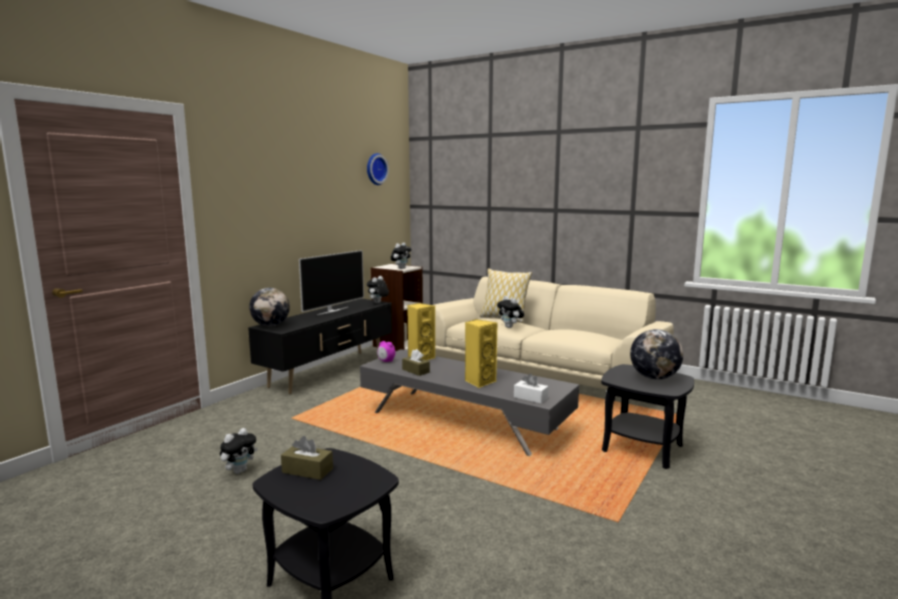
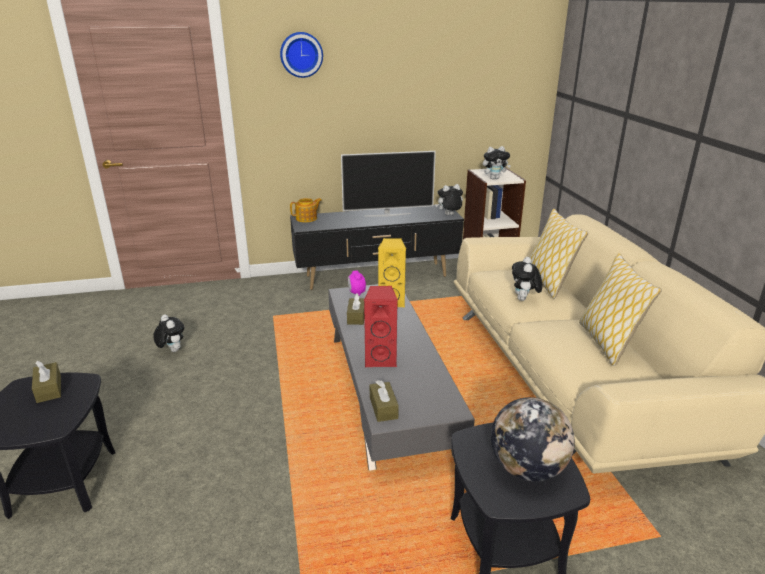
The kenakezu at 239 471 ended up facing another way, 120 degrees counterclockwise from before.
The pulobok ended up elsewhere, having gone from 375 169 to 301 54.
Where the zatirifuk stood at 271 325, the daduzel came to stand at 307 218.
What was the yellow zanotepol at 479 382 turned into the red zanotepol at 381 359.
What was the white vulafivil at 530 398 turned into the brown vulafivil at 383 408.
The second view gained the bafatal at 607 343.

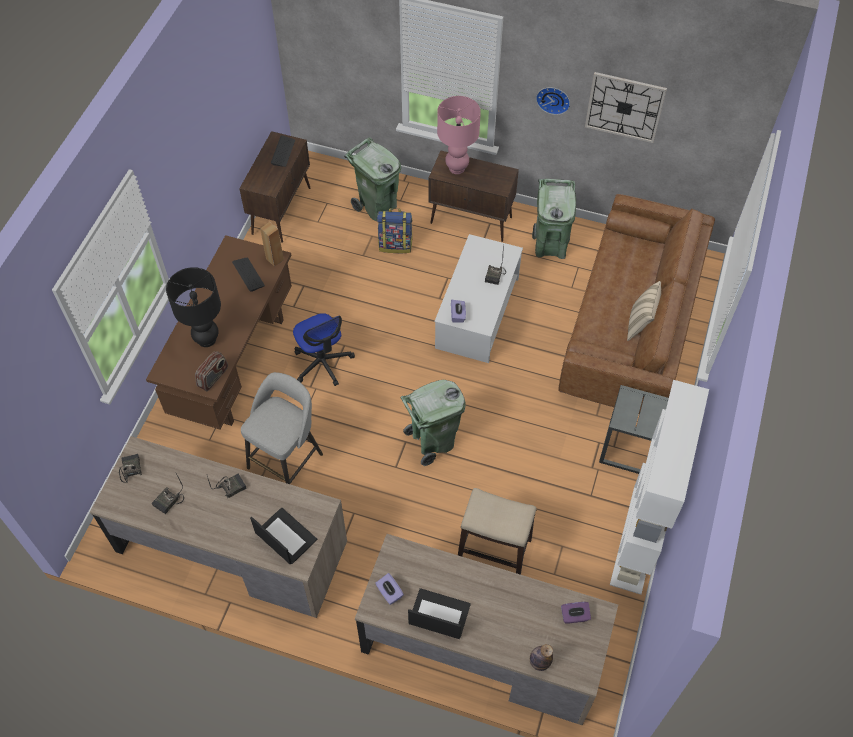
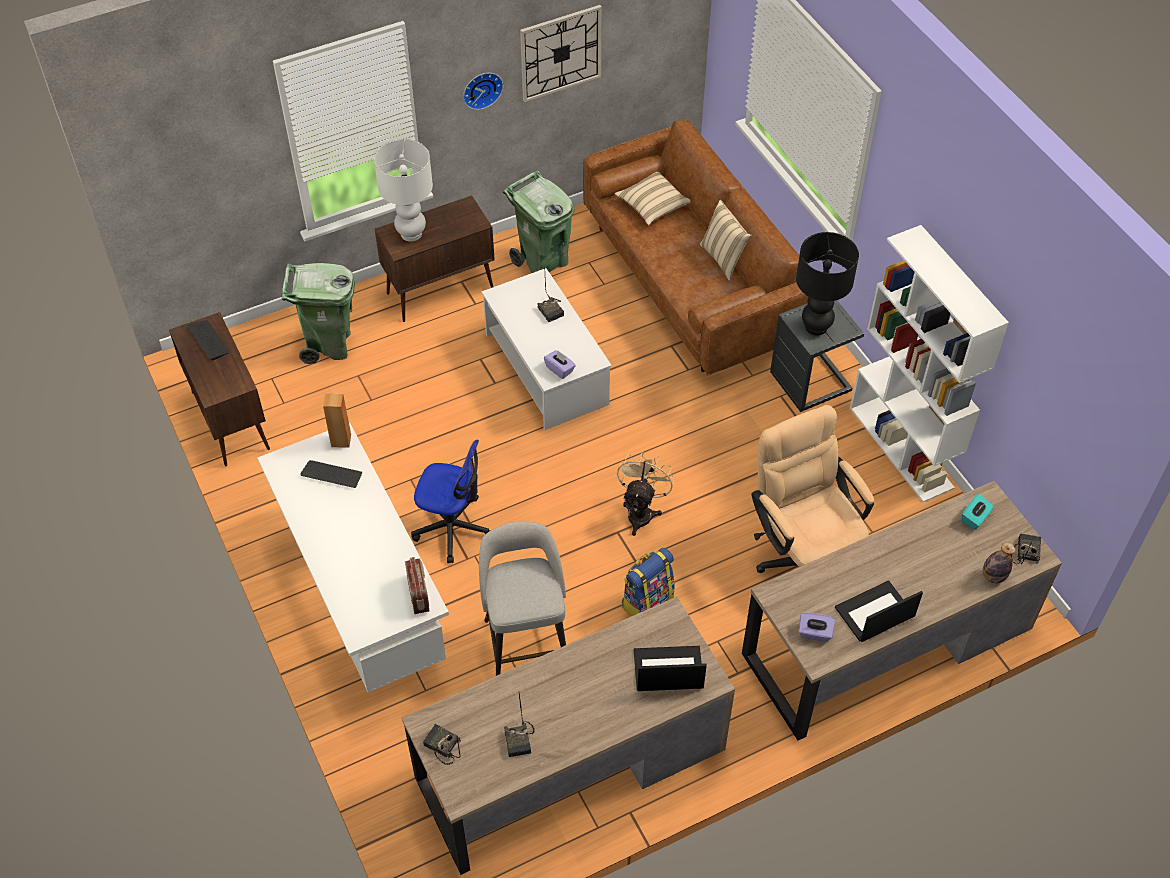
What was the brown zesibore at 234 364 turned into the white zesibore at 362 600.
What was the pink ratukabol at 457 168 turned into the white ratukabol at 411 233.
The second view gained the beige bafatal at 652 206.
Where the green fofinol stood at 432 441, the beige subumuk came to stand at 641 511.
The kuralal ended up elsewhere, having gone from 395 244 to 647 601.
Where the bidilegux stood at 495 550, the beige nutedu came to stand at 803 555.
The black ratukabol ended up elsewhere, having gone from 206 339 to 815 327.
What was the purple vulafivil at 574 616 turned into the turquoise vulafivil at 975 518.
The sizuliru ended up elsewhere, having gone from 231 486 to 1025 551.

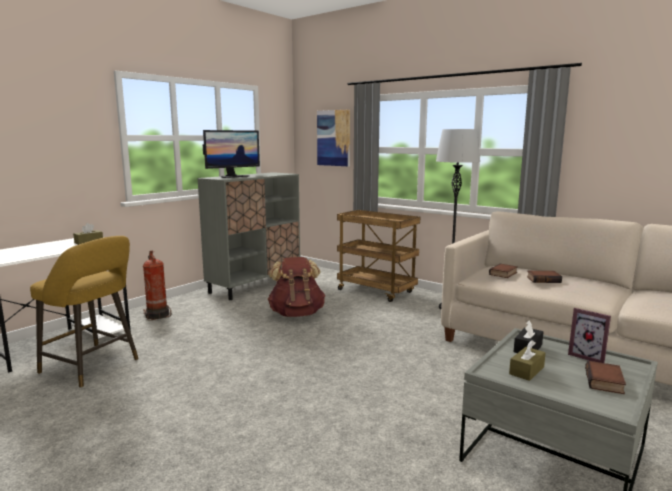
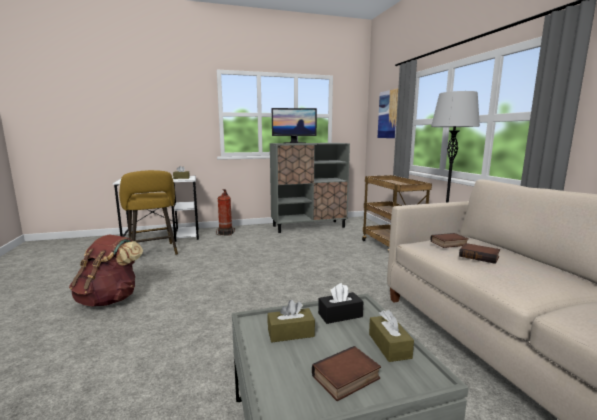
The brown kuralal ended up elsewhere, having gone from 296 314 to 110 299.
Where the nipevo stood at 588 356, the brown vulafivil came to stand at 389 346.

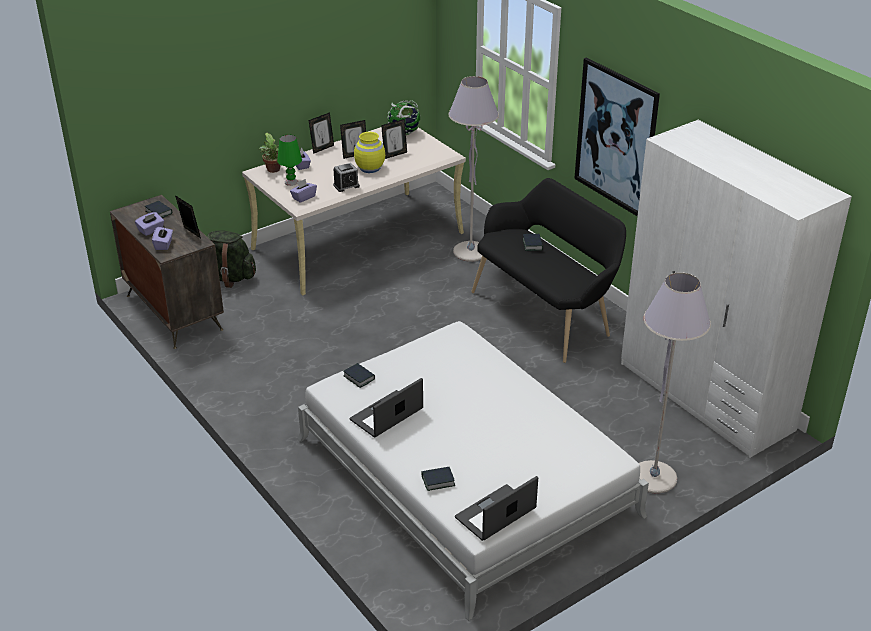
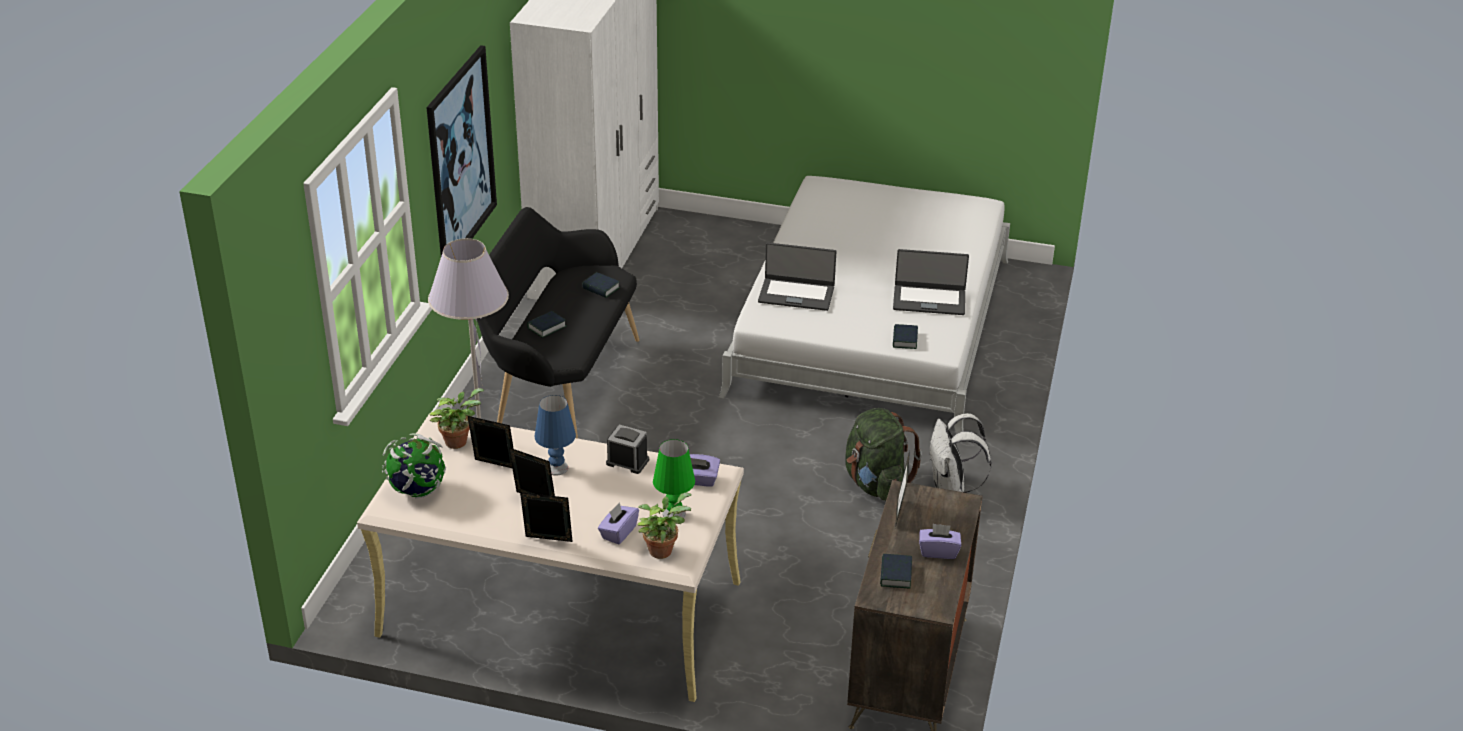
The second view gained the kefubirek at 458 440.
Where the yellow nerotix stood at 370 168, the blue ratukabol came to stand at 557 468.
The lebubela ended up elsewhere, having gone from 438 481 to 601 288.
The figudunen ended up elsewhere, having gone from 496 514 to 796 294.
The green kuralal ended up elsewhere, having gone from 228 278 to 876 483.
The second view gained the white kuralal at 951 488.
The second view lost the purple vulafivil at 164 244.
The second view lost the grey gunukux at 653 478.

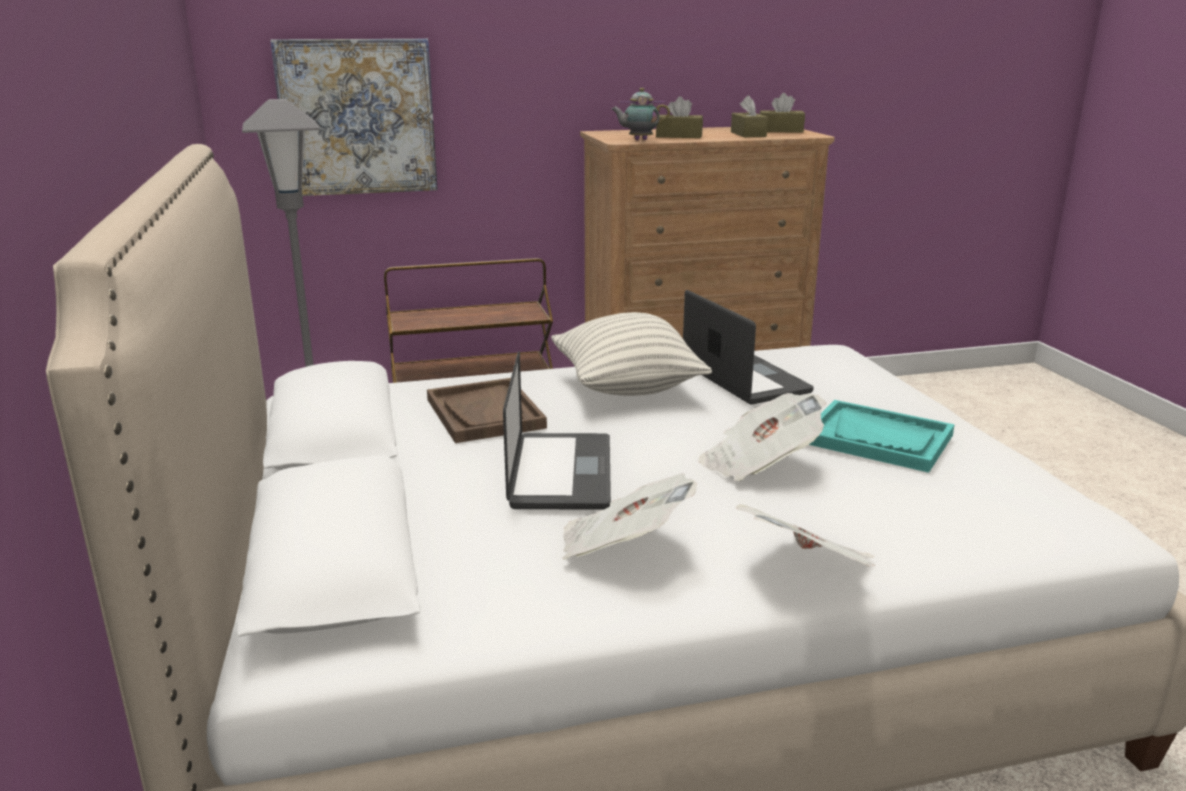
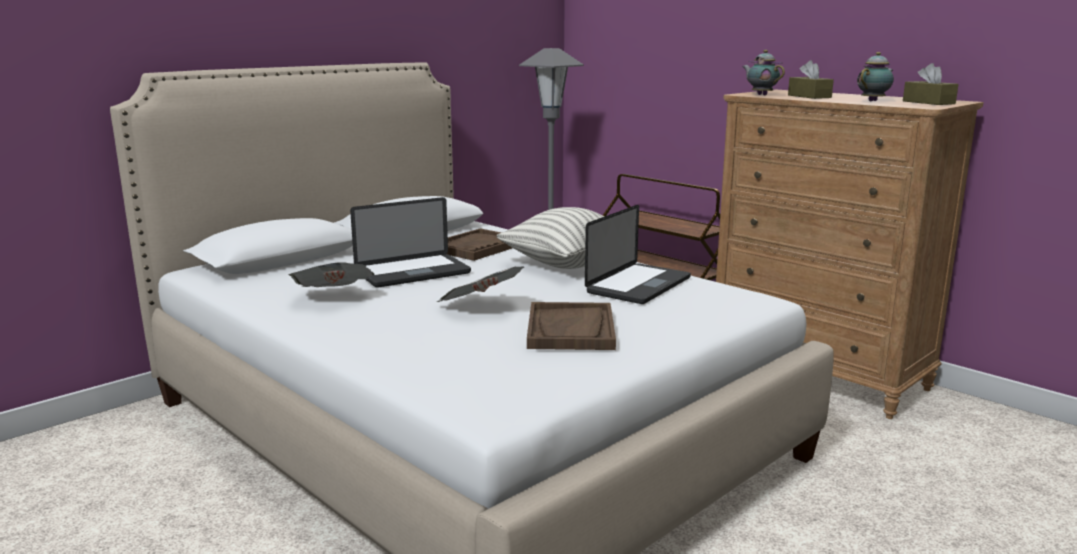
What was the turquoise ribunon at 878 439 turned into the brown ribunon at 571 329.
Where the brown vulafivil stood at 748 134, the daduzel came to stand at 874 101.
The second view lost the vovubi at 357 117.
The second view lost the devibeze at 808 570.

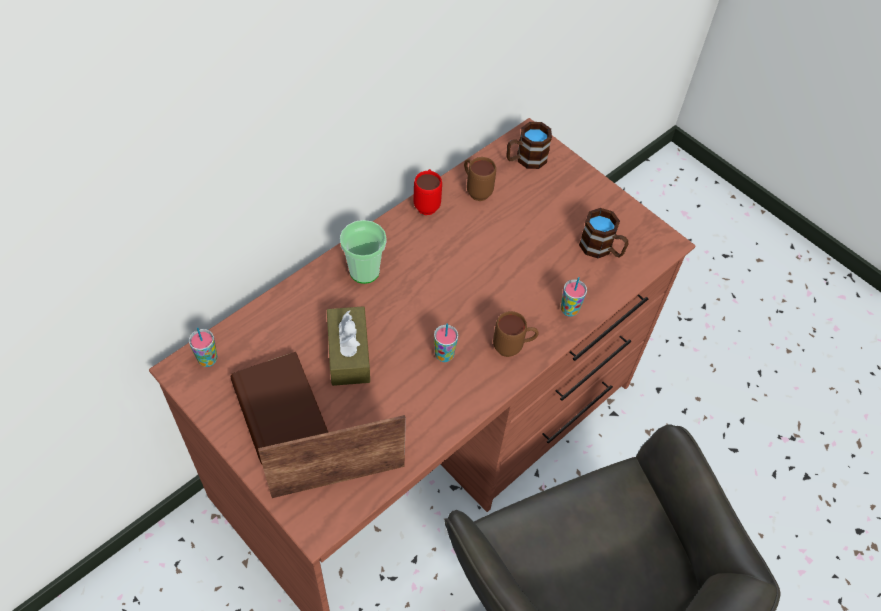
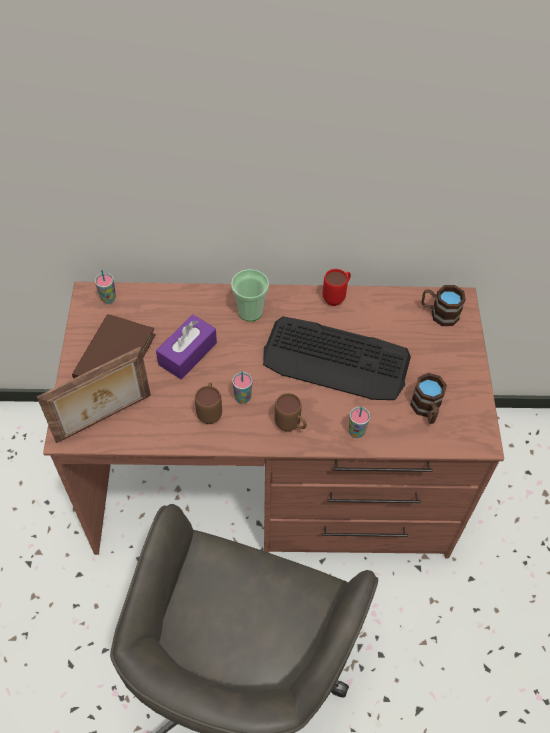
The nipevo at 338 478 ended up facing another way, 120 degrees clockwise from before.
What was the brown vulafivil at 349 353 turned into the purple vulafivil at 187 353.
The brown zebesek ended up elsewhere, having gone from 475 190 to 210 412.
The second view gained the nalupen at 336 360.

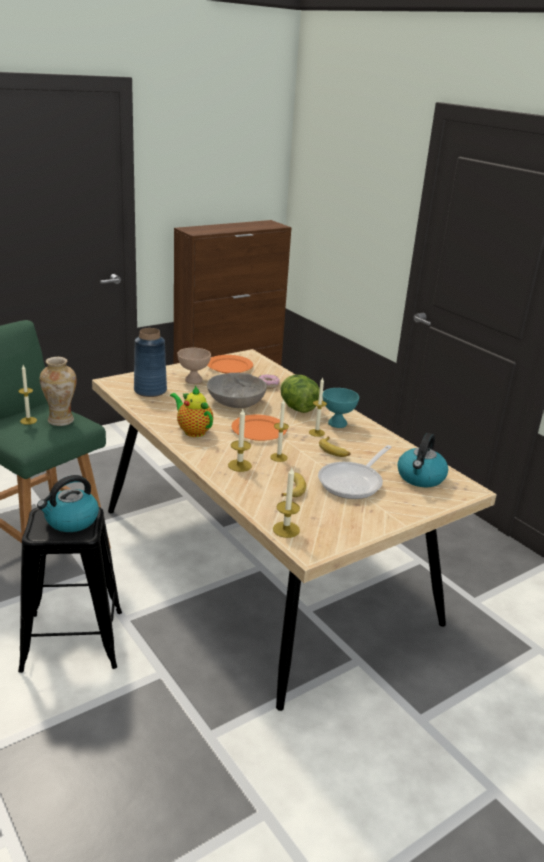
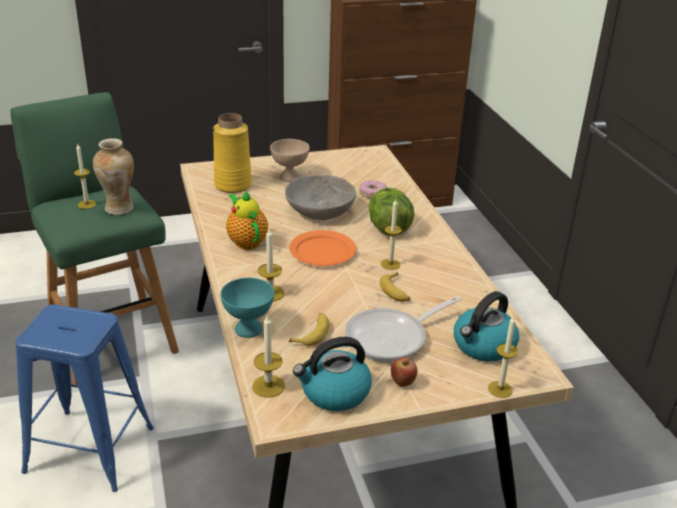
What was the black bidilegux at 73 640 turned into the blue bidilegux at 90 449.
What was the blue nerotix at 150 390 turned into the yellow nerotix at 233 185.
The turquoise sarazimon ended up elsewhere, having gone from 338 423 to 249 329.
The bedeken ended up elsewhere, having gone from 71 521 to 334 393.
The second view gained the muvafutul at 403 383.
The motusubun ended up elsewhere, having gone from 278 457 to 500 389.
The second view lost the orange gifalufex at 230 366.

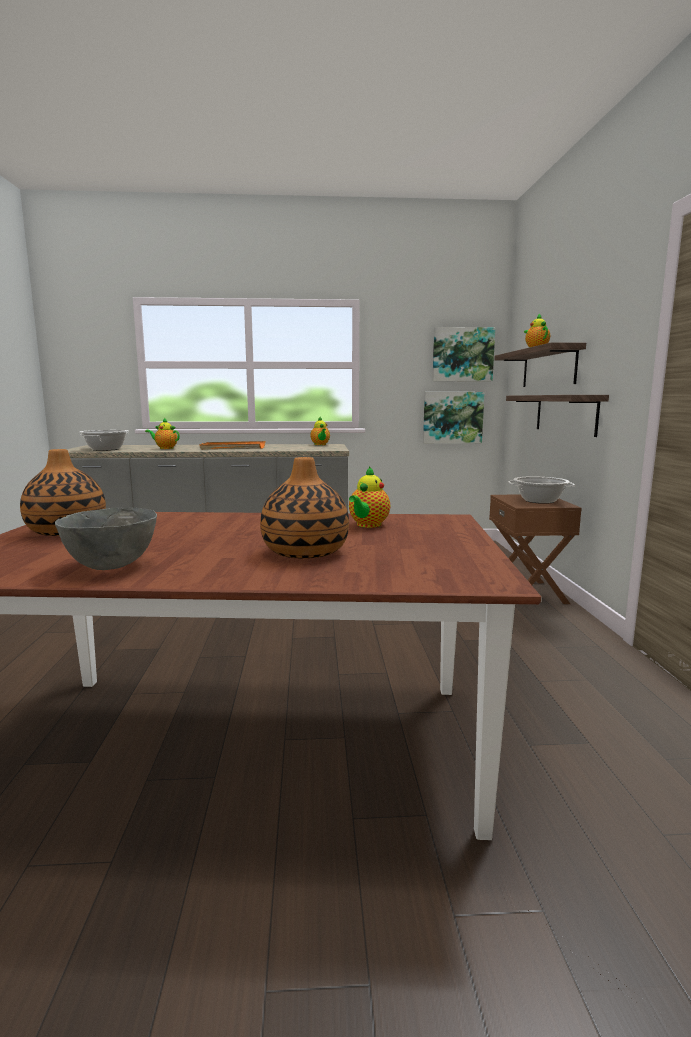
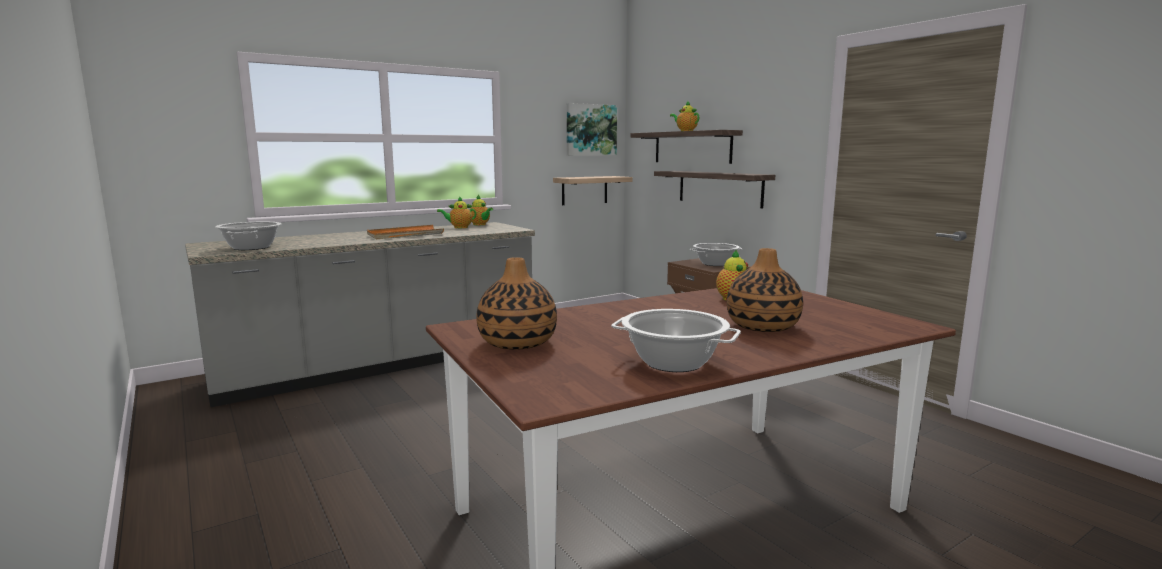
The daduzel ended up elsewhere, having gone from 165 448 to 459 227.
Where the vovubi hung at 452 417, the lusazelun came to hang at 584 190.
Where the grey sarazimon stood at 111 566, the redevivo came to stand at 673 362.

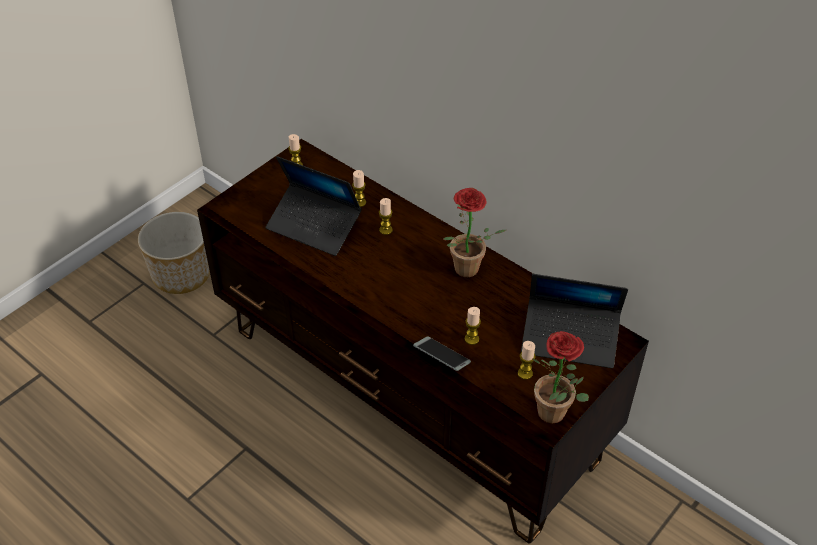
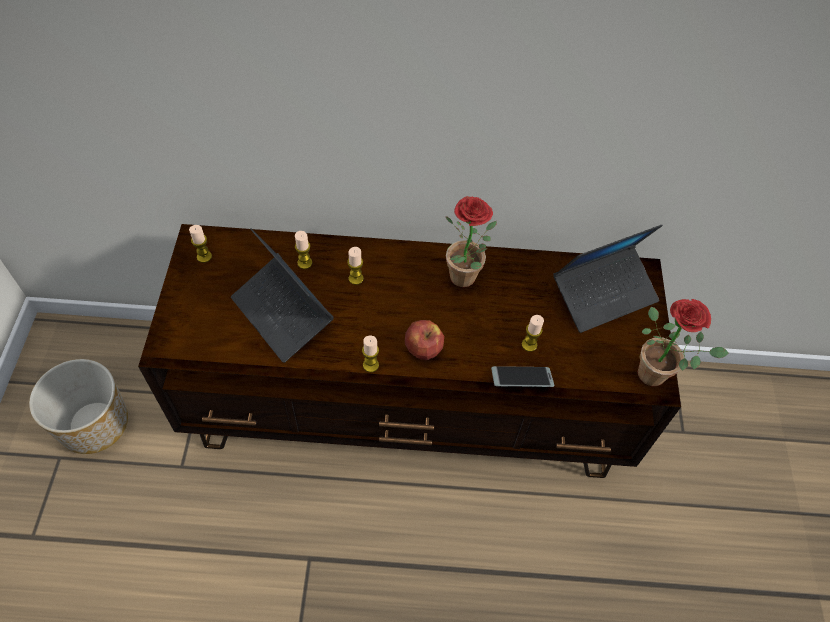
The figudunen at 314 226 ended up facing another way, 60 degrees clockwise from before.
The motusubun ended up elsewhere, having gone from 525 373 to 370 365.
The second view gained the muvafutul at 423 348.

